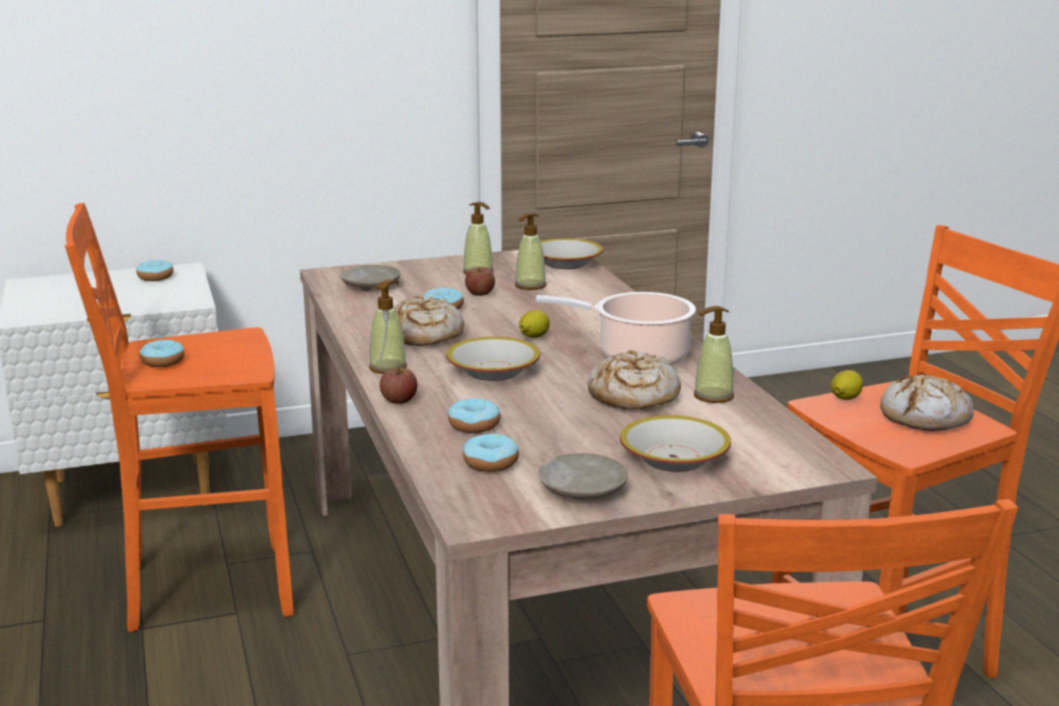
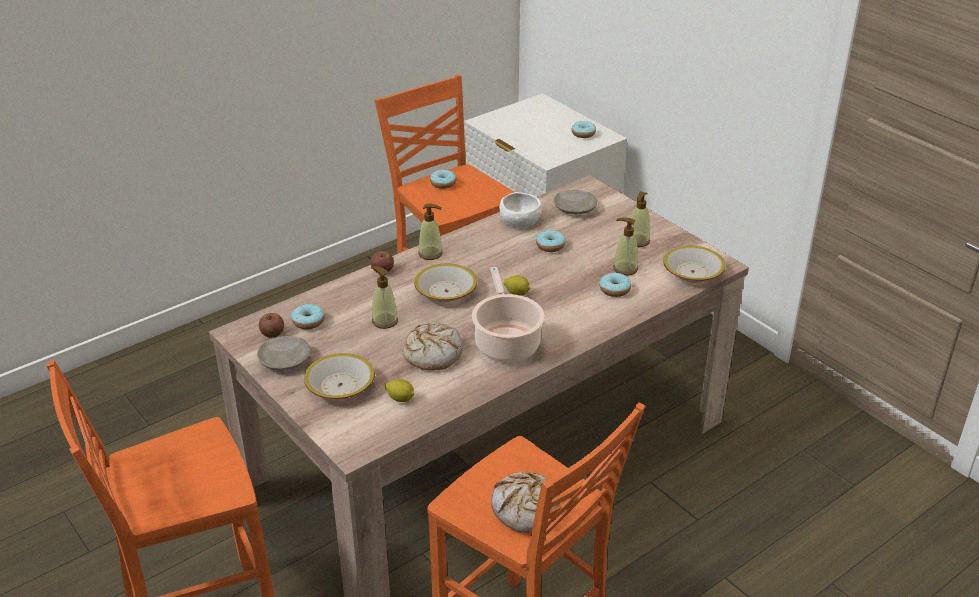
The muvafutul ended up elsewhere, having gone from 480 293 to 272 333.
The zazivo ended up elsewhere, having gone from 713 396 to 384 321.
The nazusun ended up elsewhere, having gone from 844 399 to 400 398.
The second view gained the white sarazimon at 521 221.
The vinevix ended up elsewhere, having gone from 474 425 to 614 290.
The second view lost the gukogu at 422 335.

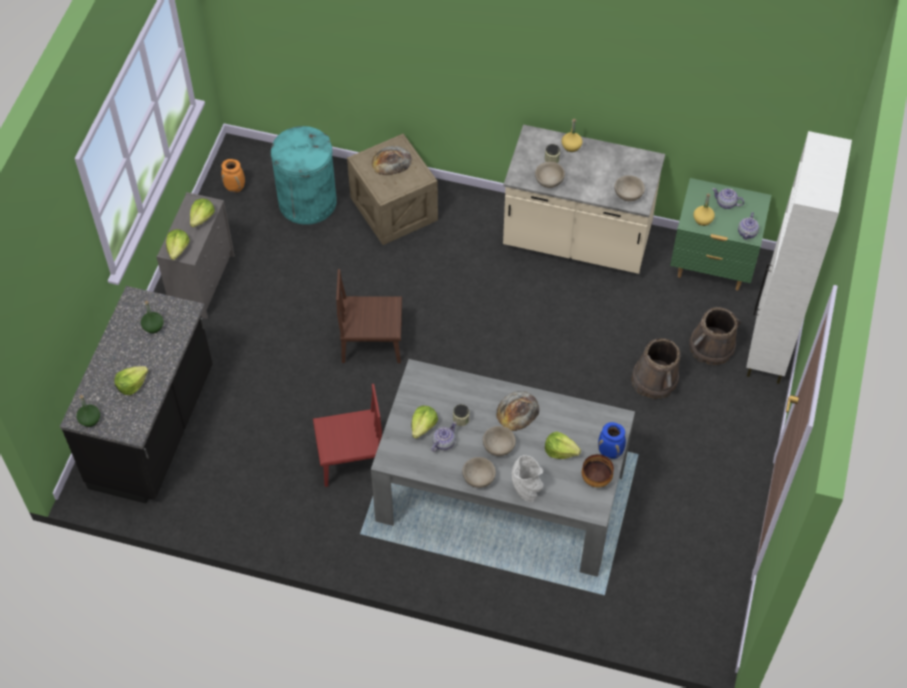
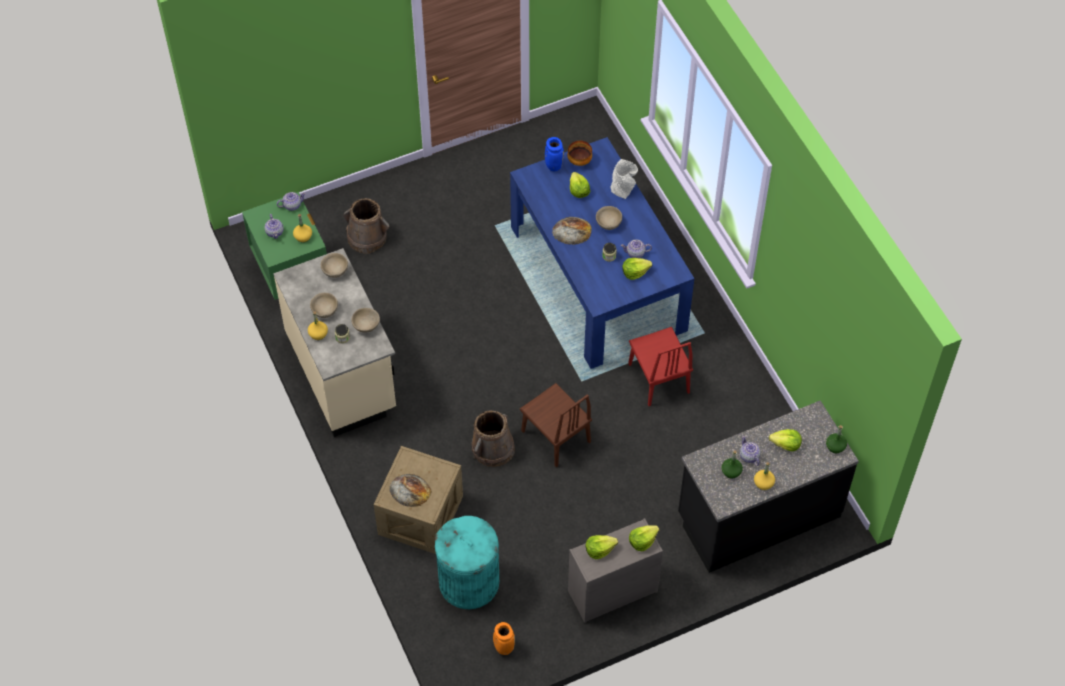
The beige sarazimon ended up elsewhere, having gone from 479 478 to 324 310.
The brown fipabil ended up elsewhere, having gone from 654 380 to 493 448.
What was the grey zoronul at 501 493 turned into the blue zoronul at 597 278.
The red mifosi at 351 460 ended up facing another way, 150 degrees counterclockwise from before.
The second view gained the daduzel at 749 456.
The second view gained the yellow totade at 763 483.
The second view lost the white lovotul at 768 349.

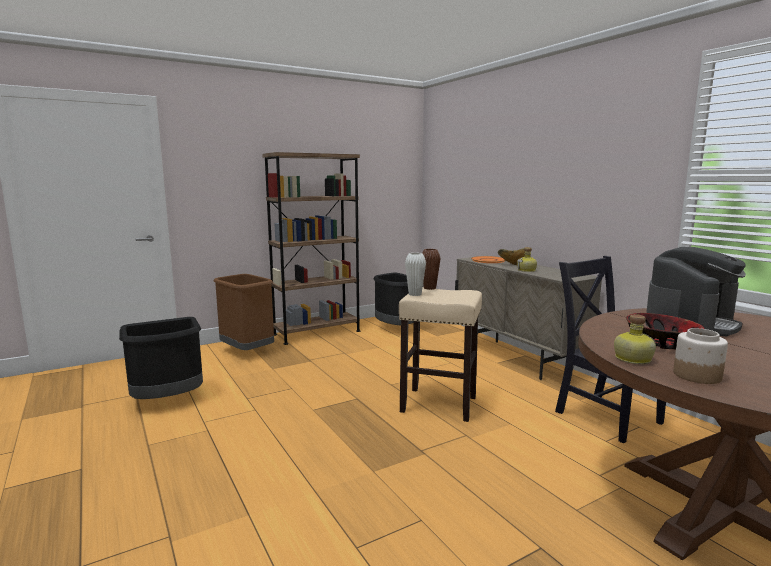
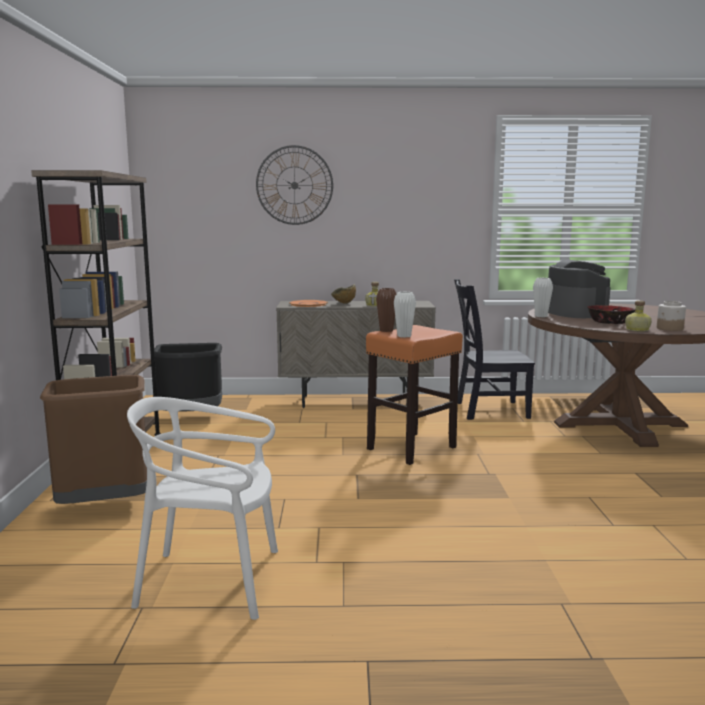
Where the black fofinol stood at 168 401, the white mifosi came to stand at 211 581.
The second view gained the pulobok at 294 185.
What was the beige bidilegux at 440 404 turned into the orange bidilegux at 412 448.
The second view gained the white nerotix at 541 316.

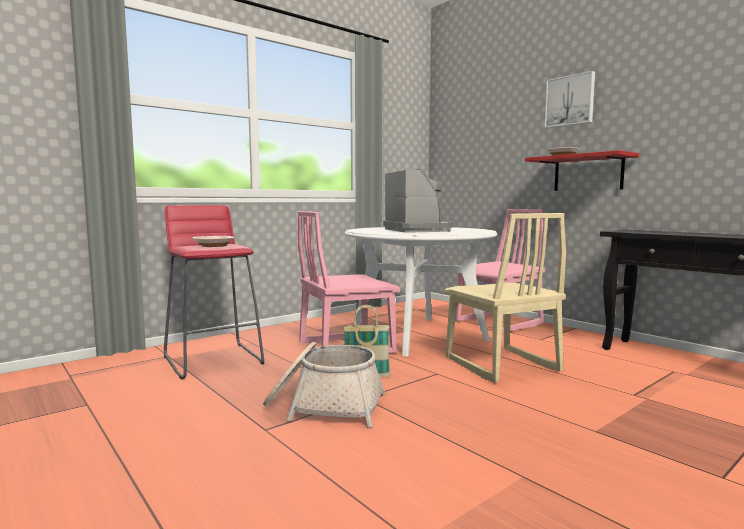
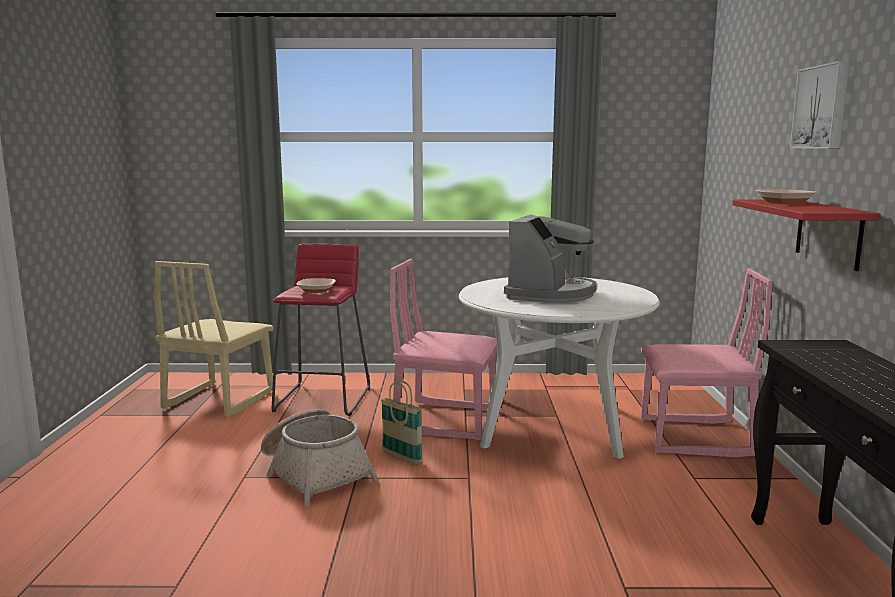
The beige mifosi ended up elsewhere, having gone from 500 365 to 218 400.

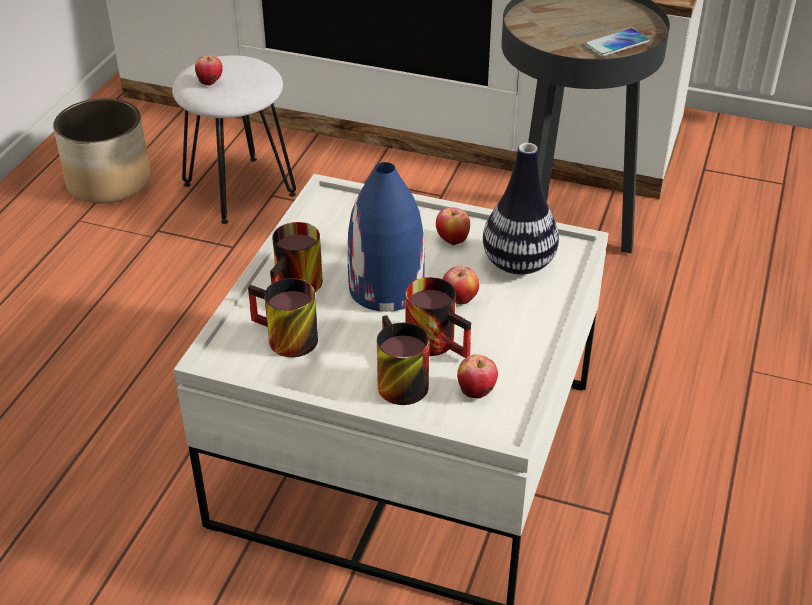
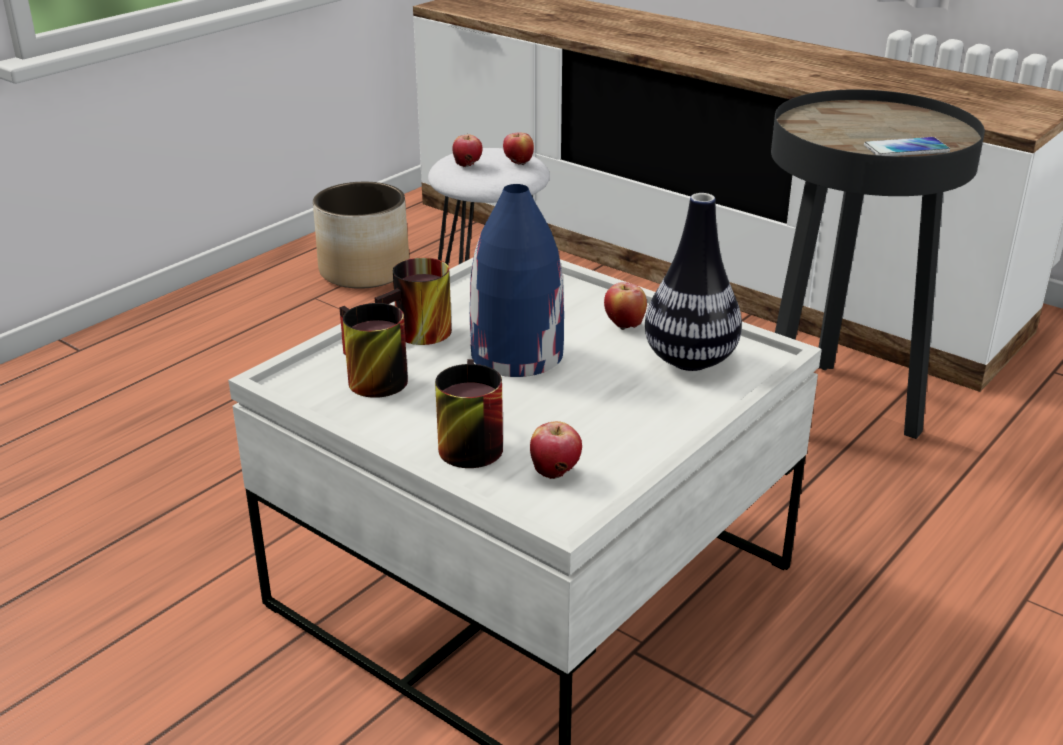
The muvafutul ended up elsewhere, having gone from 459 301 to 518 163.
The second view lost the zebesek at 440 341.

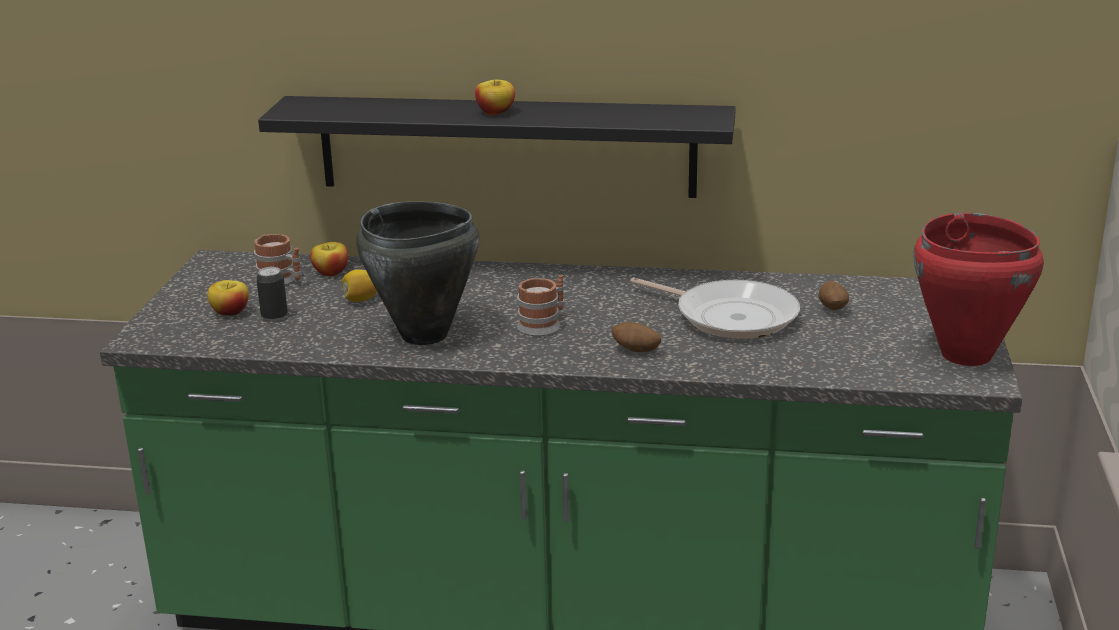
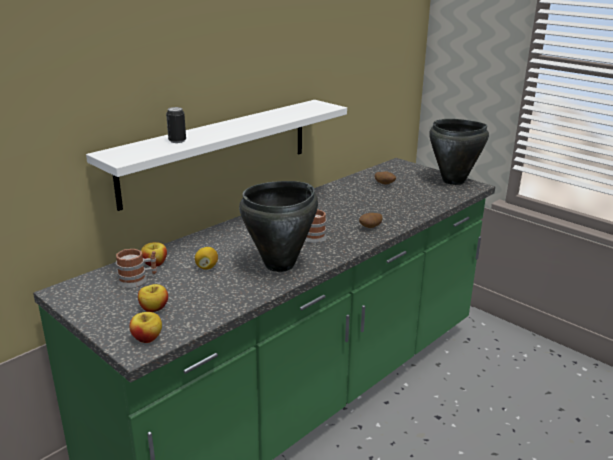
What was the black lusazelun at 506 146 turned into the white lusazelun at 218 151.
The muvafutul ended up elsewhere, having gone from 495 112 to 147 338.
The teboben ended up elsewhere, having gone from 274 316 to 177 141.
What was the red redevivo at 965 355 turned into the black redevivo at 453 181.
The second view lost the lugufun at 730 316.

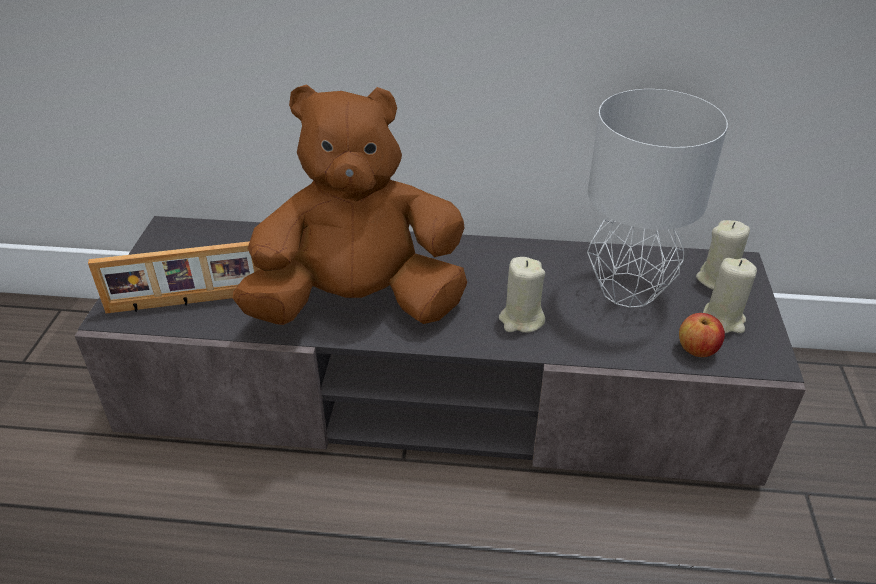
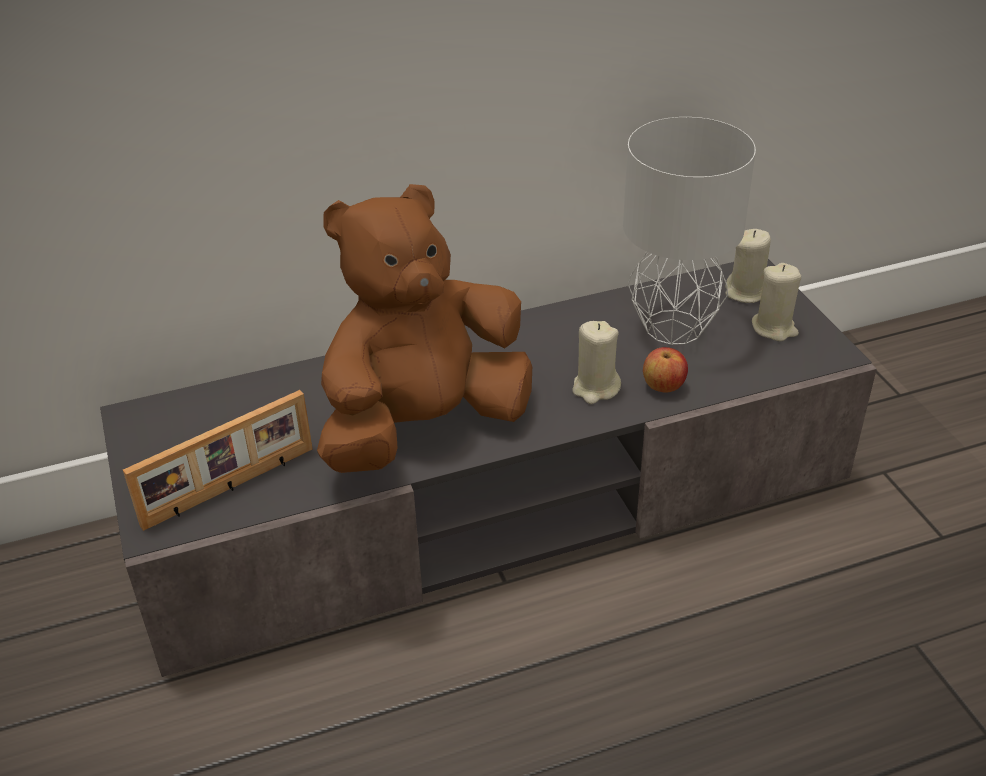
The muvafutul ended up elsewhere, having gone from 697 350 to 663 386.

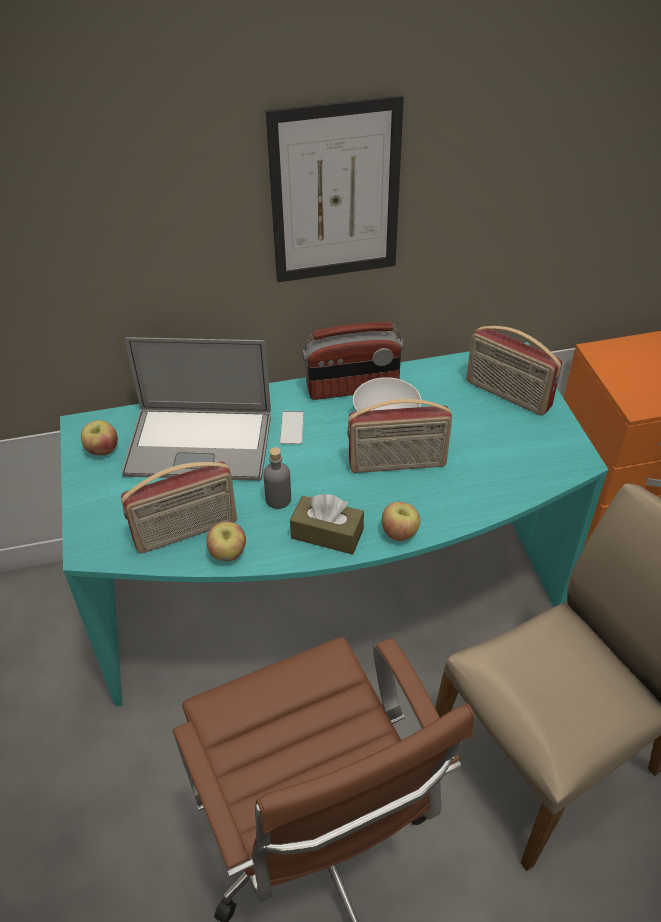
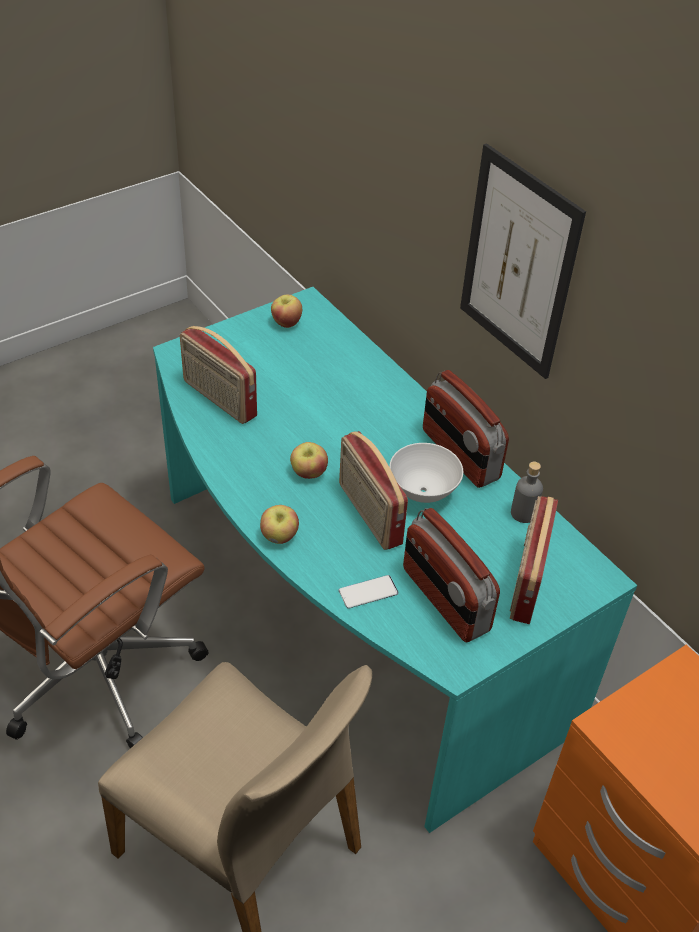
The muvafutul ended up elsewhere, having gone from 228 553 to 308 473.
The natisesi ended up elsewhere, having gone from 292 428 to 368 592.
The second view gained the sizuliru at 444 600.
The grey totade ended up elsewhere, having gone from 278 499 to 523 513.
The second view lost the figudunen at 199 444.
The second view lost the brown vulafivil at 327 534.

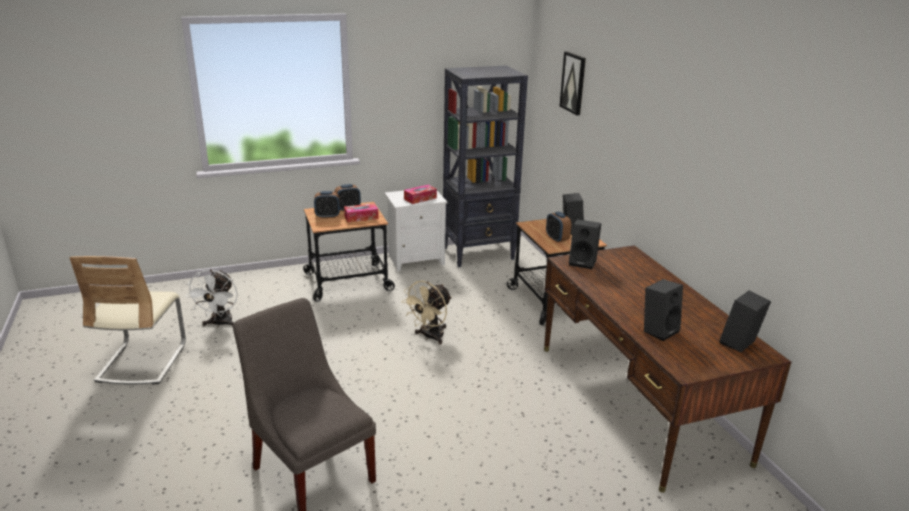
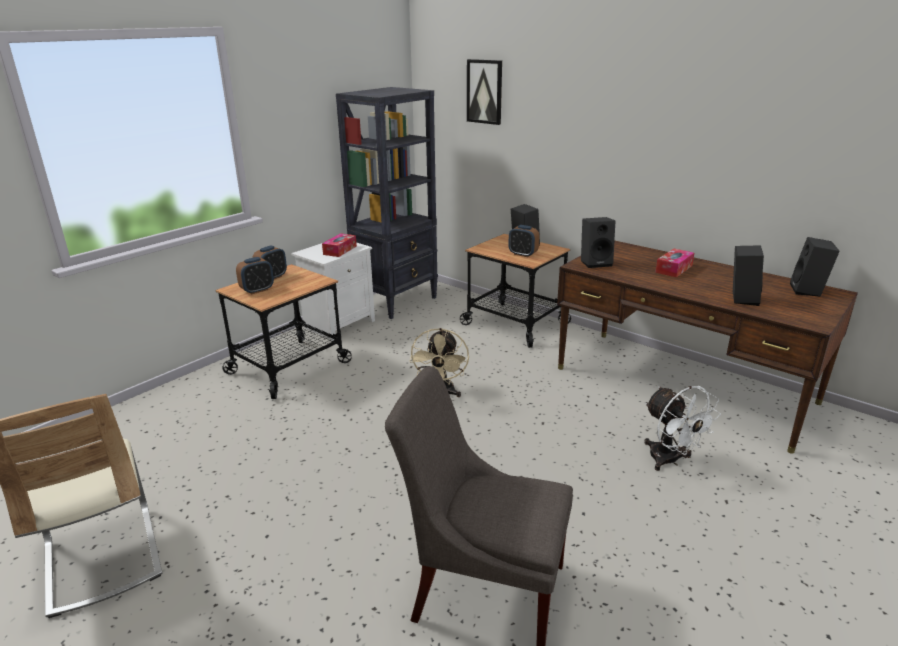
The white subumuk ended up elsewhere, having gone from 220 324 to 670 461.
The vulafivil ended up elsewhere, having gone from 361 217 to 674 269.

